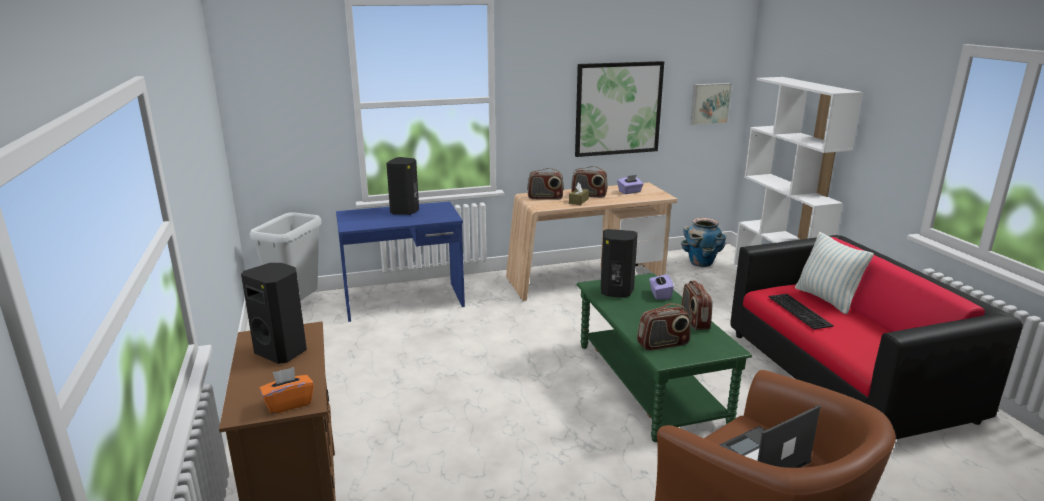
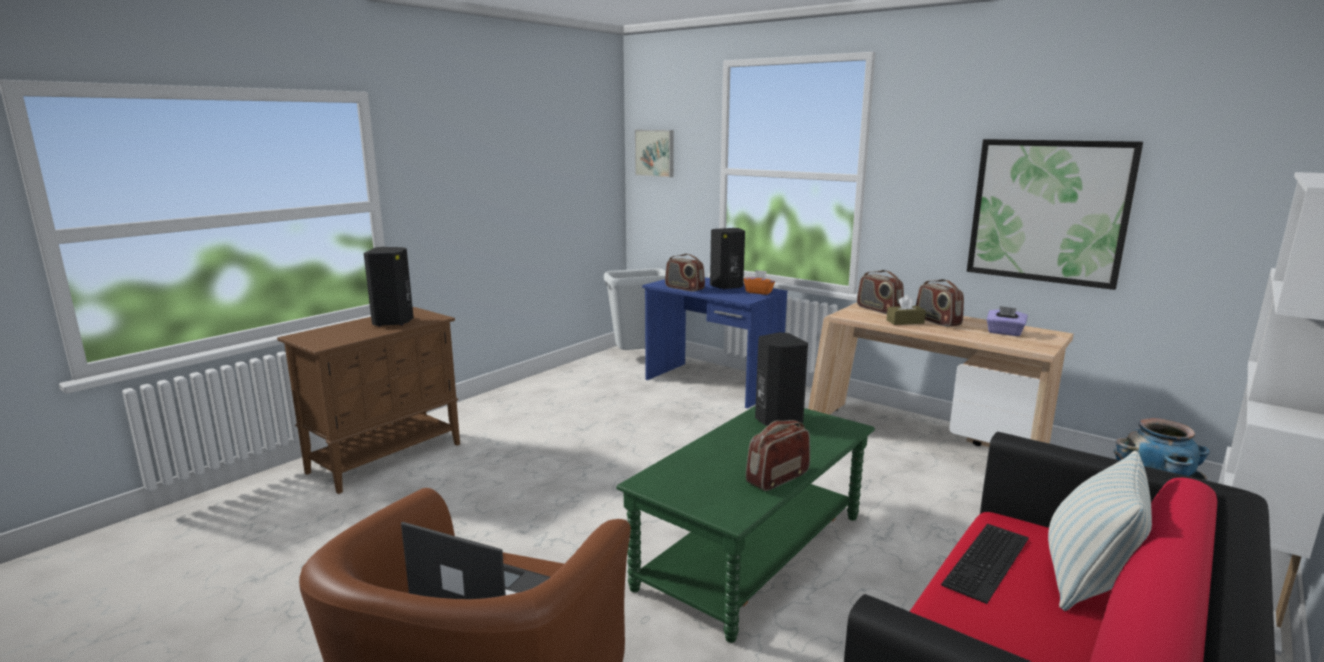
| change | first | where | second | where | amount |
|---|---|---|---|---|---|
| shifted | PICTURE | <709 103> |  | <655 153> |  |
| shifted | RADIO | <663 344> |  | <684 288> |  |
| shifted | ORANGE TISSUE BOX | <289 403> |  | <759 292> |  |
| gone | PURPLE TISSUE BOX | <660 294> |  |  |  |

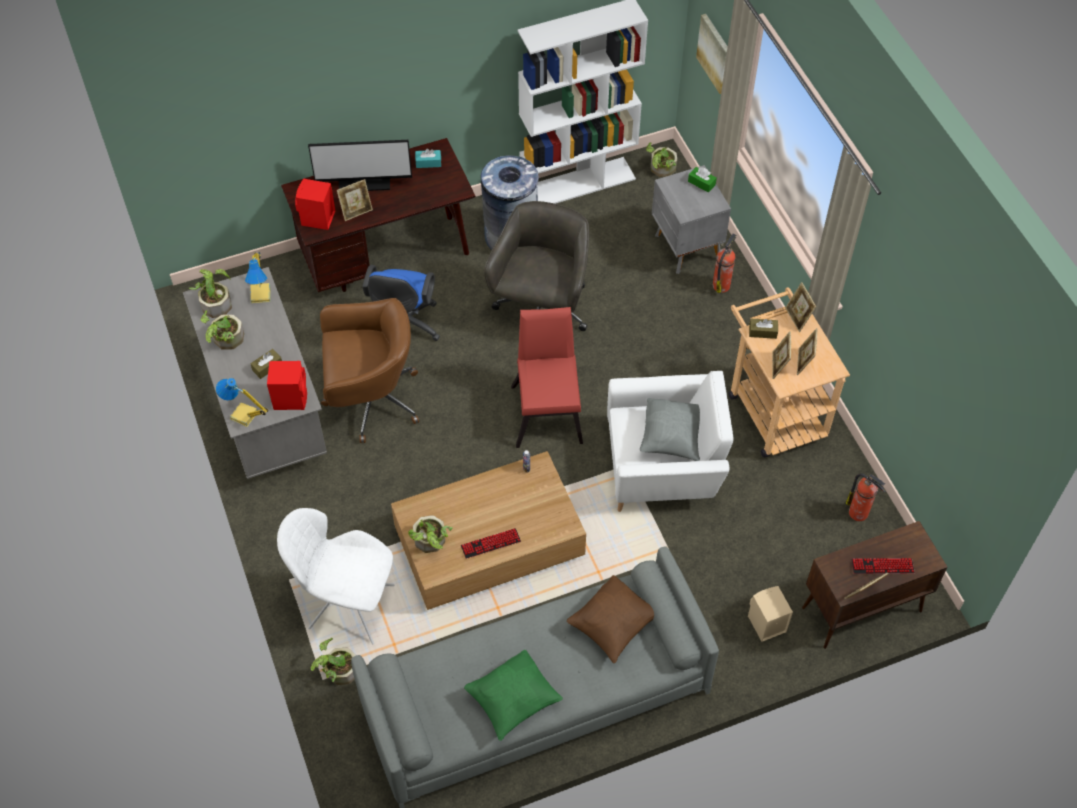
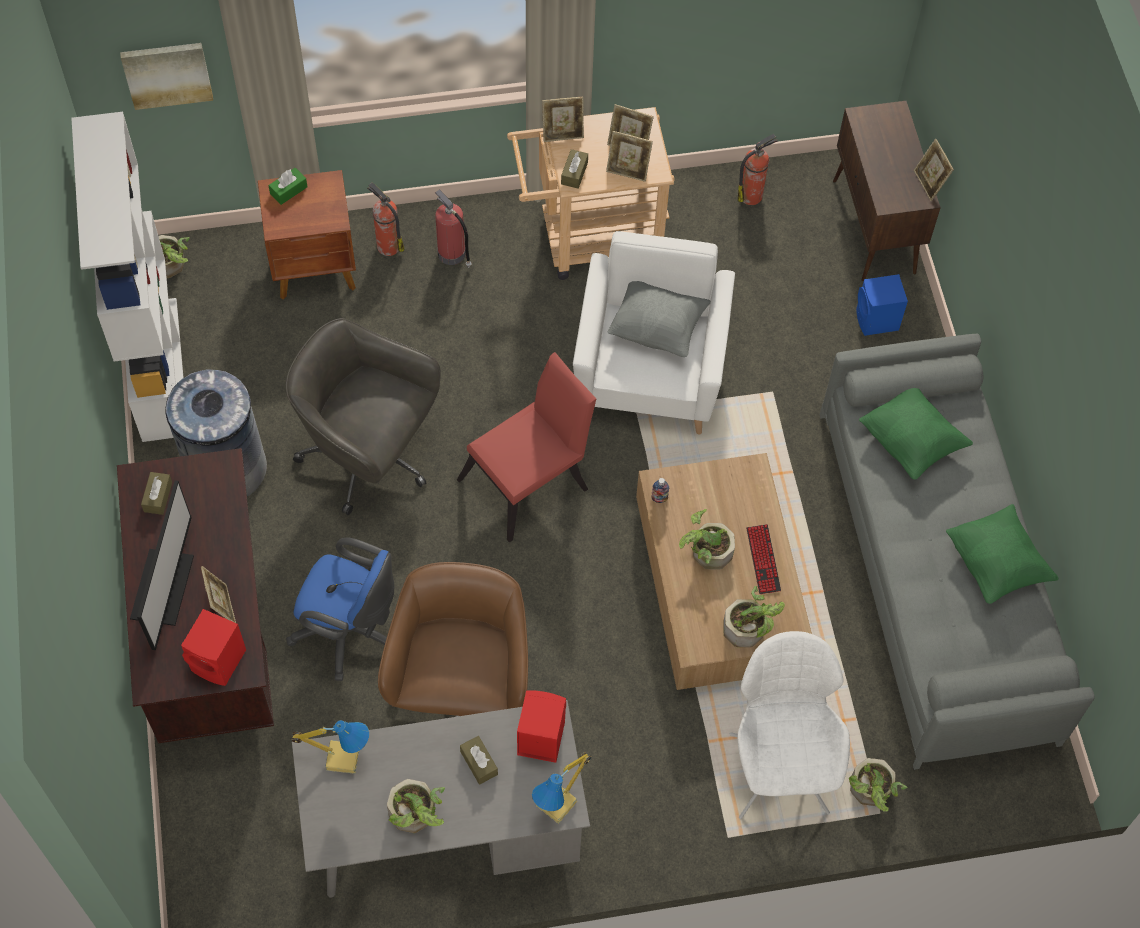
| change | first | where | second | where | amount |
|---|---|---|---|---|---|
| repainted | TURQUOISE TISSUE BOX | <428 162> | BROWN TISSUE BOX | <158 497> |  |
| repainted | GREY NIGHTSTAND | <687 248> | BROWN NIGHTSTAND | <316 268> |  |
| new |  |  | FIRE EXTINGUISHER | <452 254> |  |
| rotated | RED CHAIR | <547 409> |  | <530 481> | 135 degrees clockwise |
| shifted | POTTED PLANT | <216 302> |  | <706 552> |  |
| rotated | WHITE CHAIR | <348 605> |  | <778 768> | 150 degrees clockwise |
| repainted | BEIGE SPEAKER | <765 624> | BLUE SPEAKER | <877 321> |  |
| repainted | BROWN PILLOW | <612 626> | GREEN PILLOW | <911 442> |  |
| gone | KEYBOARD | <882 566> |  |  |  |

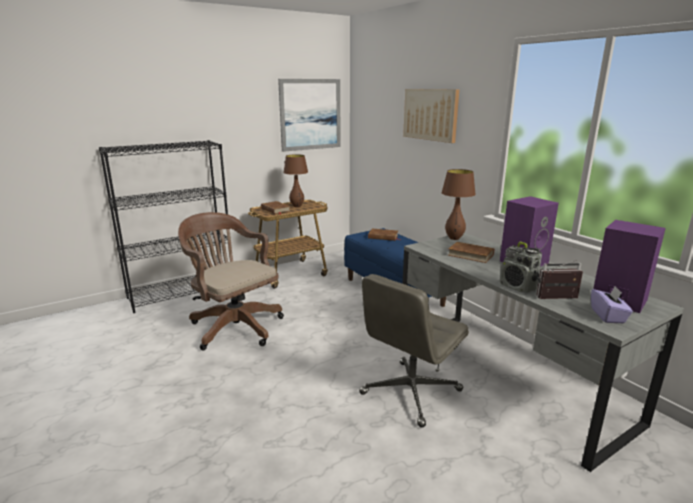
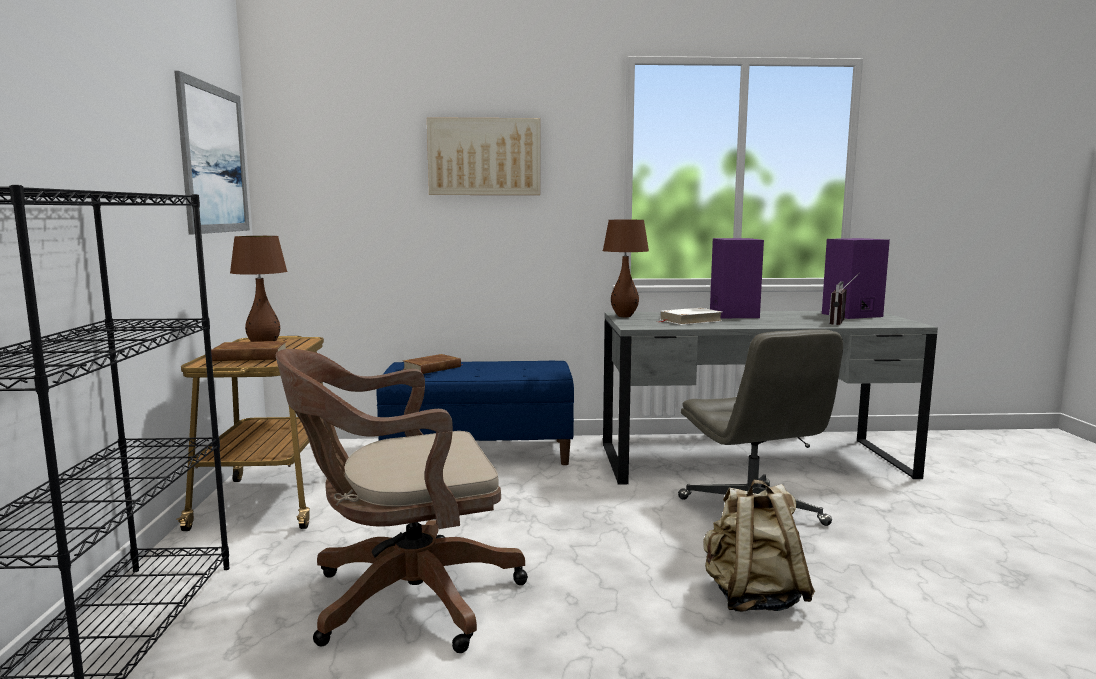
| change | first | where | second | where | amount |
|---|---|---|---|---|---|
| repainted | BROWN BOOK | <470 255> | WHITE BOOK | <690 320> |  |
| new |  |  | BEIGE BACKPACK | <753 598> |  |
| gone | RADIO | <517 287> |  |  |  |
| gone | PURPLE TISSUE BOX | <608 316> |  |  |  |

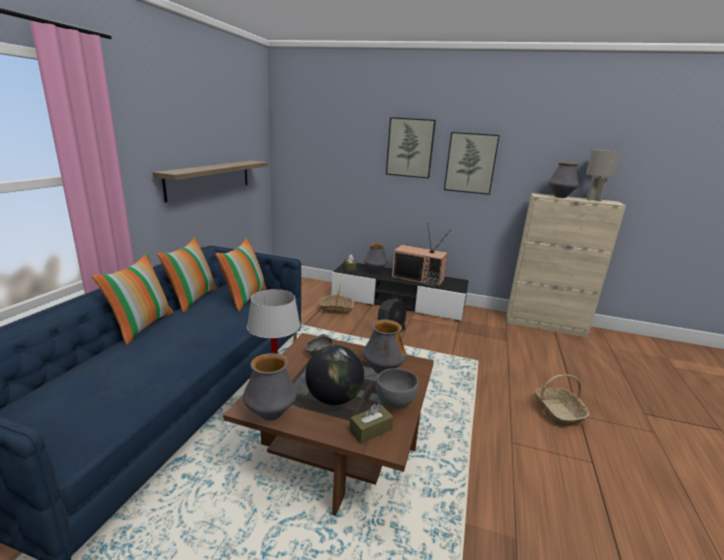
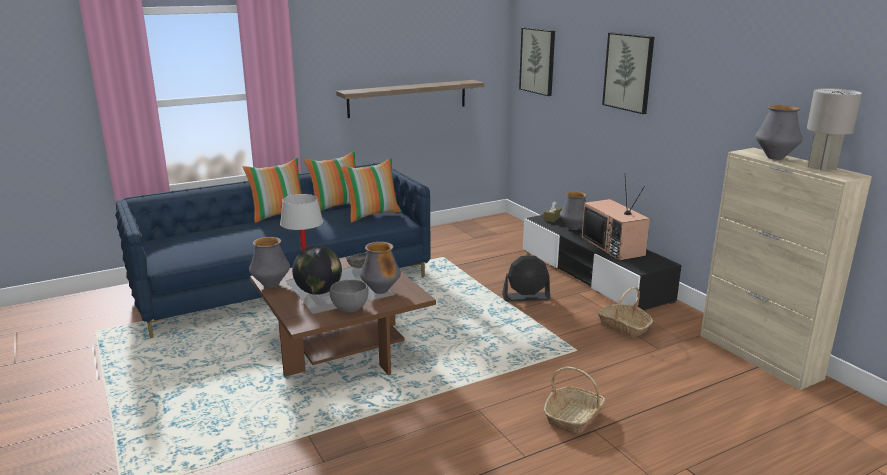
| change | first | where | second | where | amount |
|---|---|---|---|---|---|
| shifted | PICTURE | <470 163> |  | <538 61> |  |
| shifted | BASKET | <336 309> |  | <624 327> |  |
| gone | BROWN TISSUE BOX | <370 430> |  |  |  |

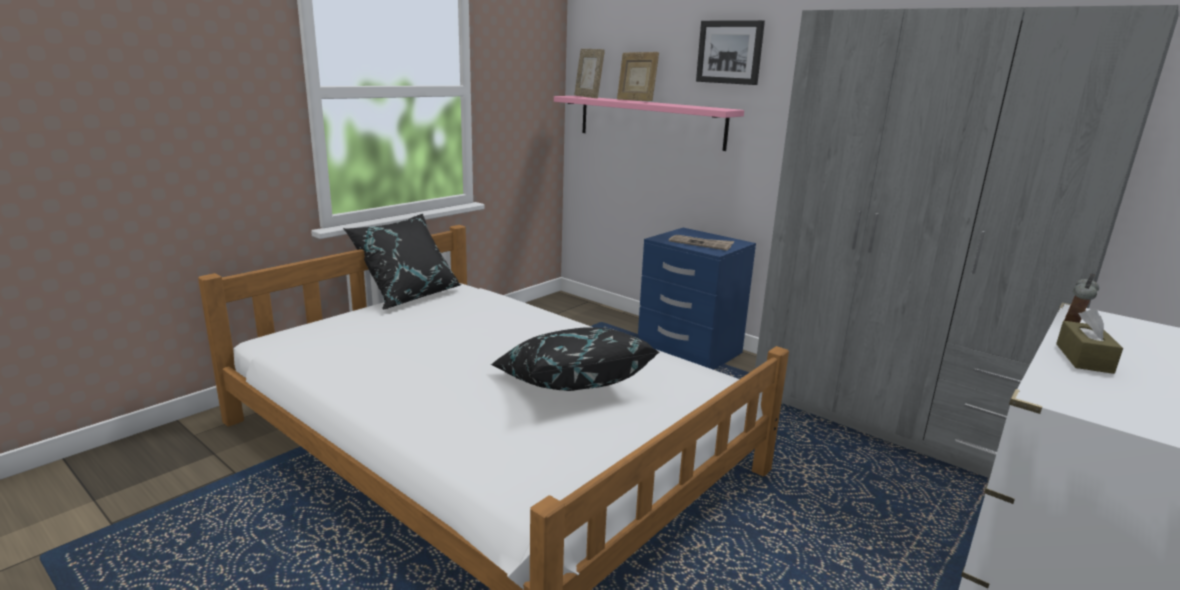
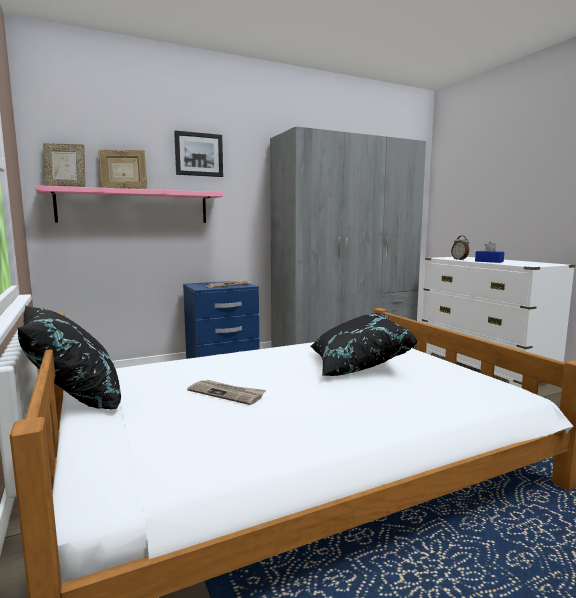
| change | first | where | second | where | amount |
|---|---|---|---|---|---|
| new |  |  | NEWSPAPER | <227 393> |  |
| repainted | BROWN TISSUE BOX | <1083 358> | BLUE TISSUE BOX | <489 261> |  |

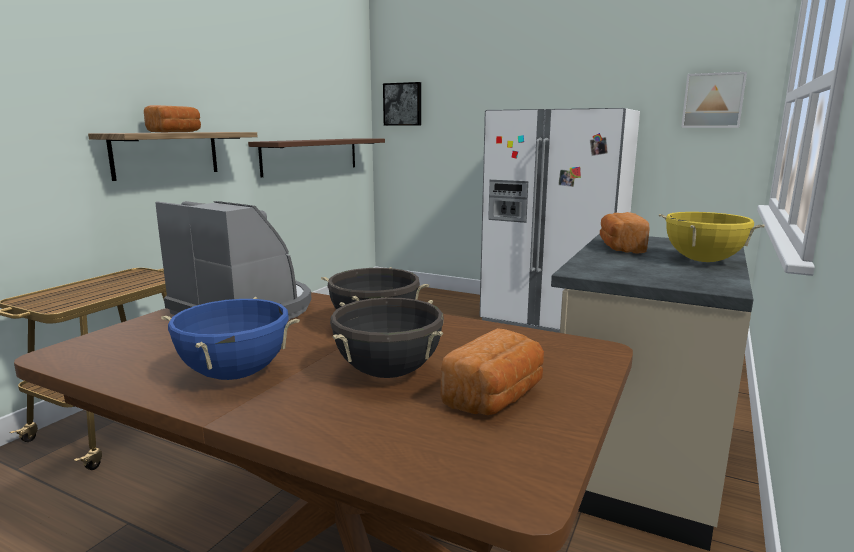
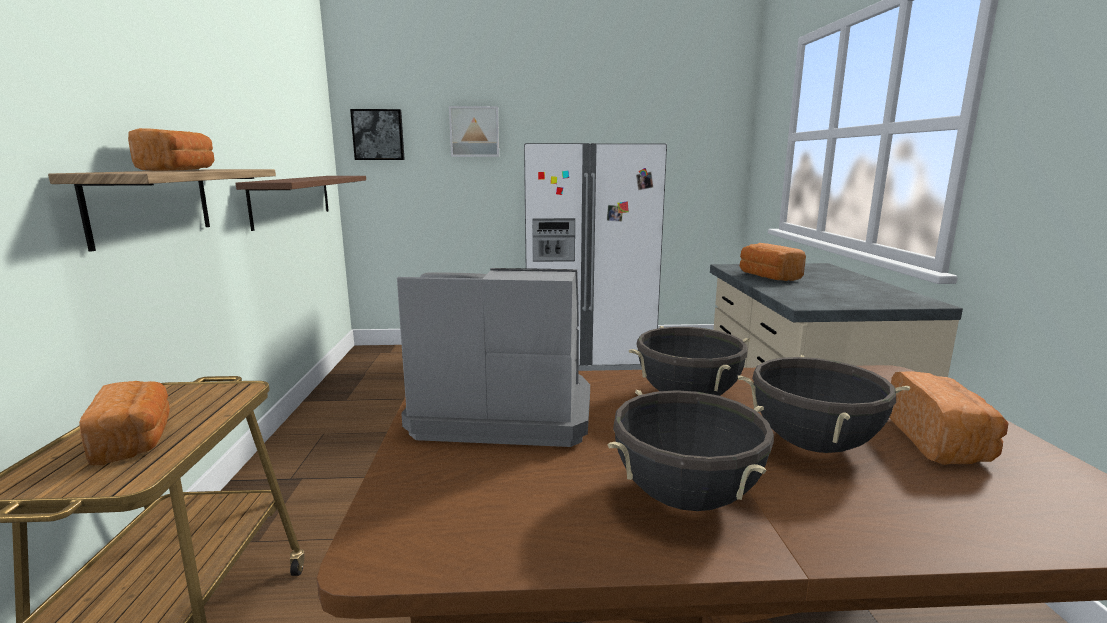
| change | first | where | second | where | amount |
|---|---|---|---|---|---|
| new |  |  | BREAD | <136 441> |  |
| shifted | PICTURE | <713 100> |  | <474 132> |  |
| repainted | BLUE COOKING POT | <235 374> | BLACK COOKING POT | <685 497> |  |
| gone | YELLOW COOKING POT | <703 261> |  |  |  |

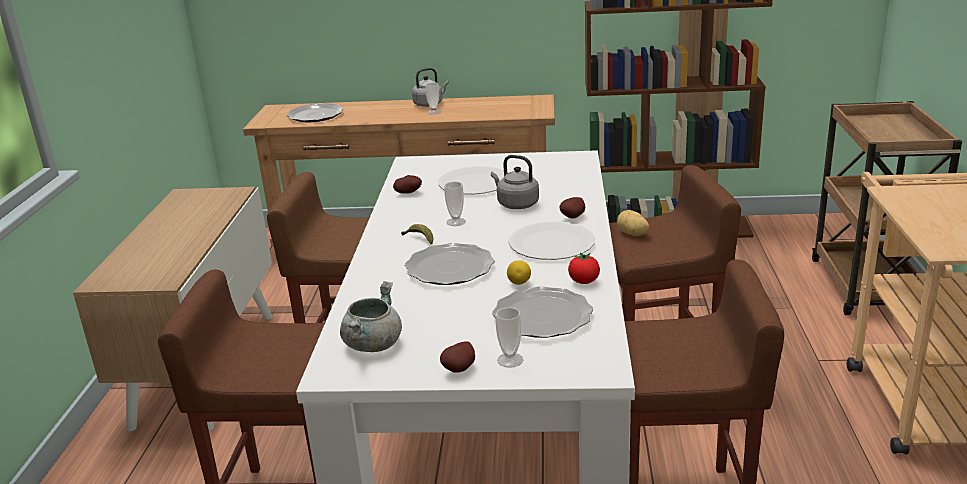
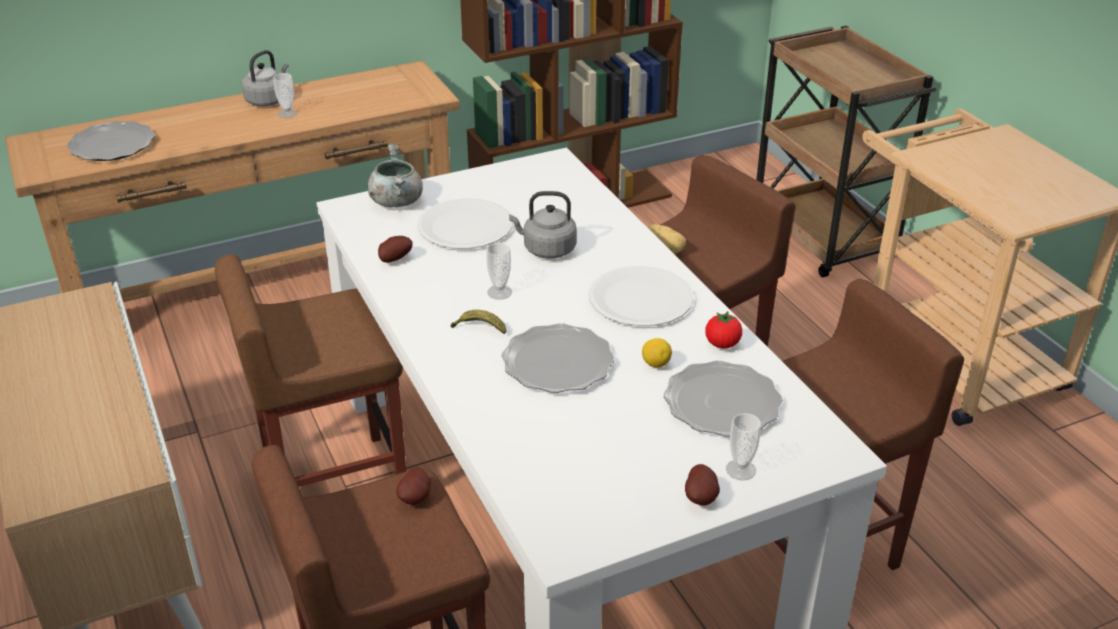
| change | first | where | second | where | amount |
|---|---|---|---|---|---|
| shifted | GREY COOKING POT | <373 344> |  | <396 201> |  |
| shifted | POTATO | <574 217> |  | <416 498> |  |

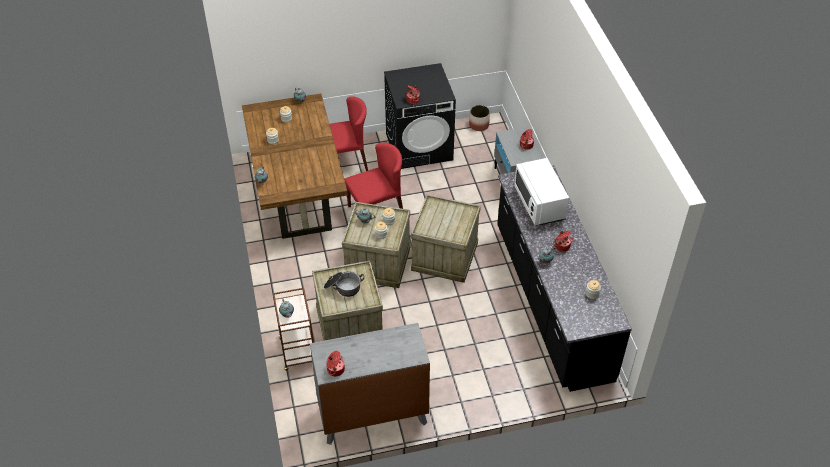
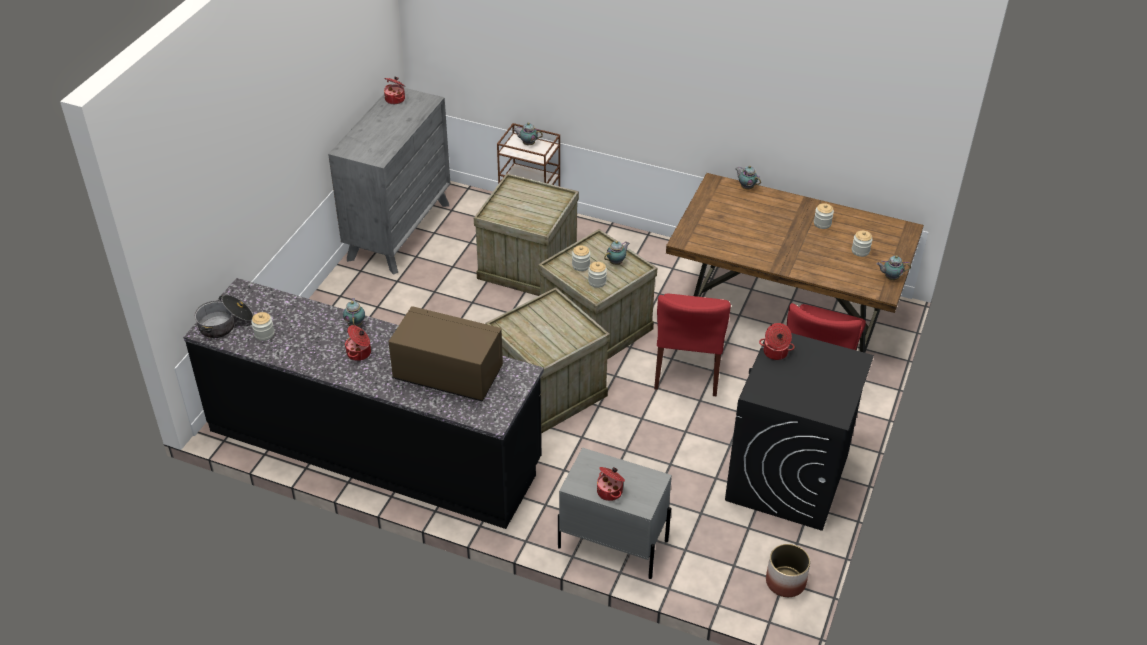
| change | first | where | second | where | amount |
|---|---|---|---|---|---|
| shifted | COOKING POT | <343 287> |  | <225 324> |  |
| repainted | WHITE MICROWAVE | <539 204> | BROWN MICROWAVE | <447 375> |  |

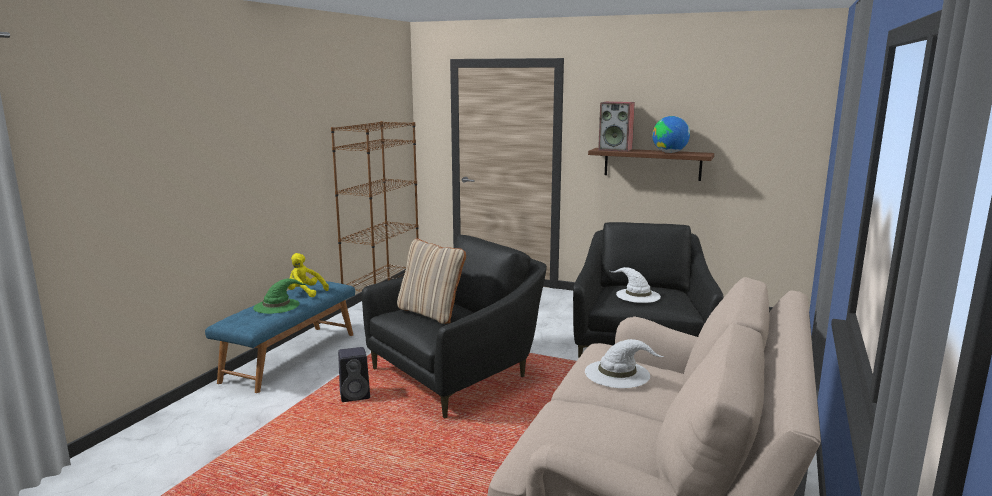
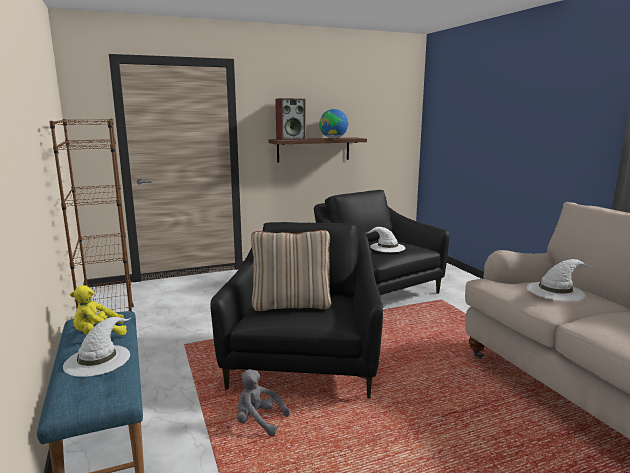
| change | first | where | second | where | amount |
|---|---|---|---|---|---|
| repainted | GREEN HAT | <277 305> | WHITE HAT | <98 359> |  |
| swapped | BLACK SPEAKER | <356 395> | GREY PLUSH TOY | <258 421> |  |

